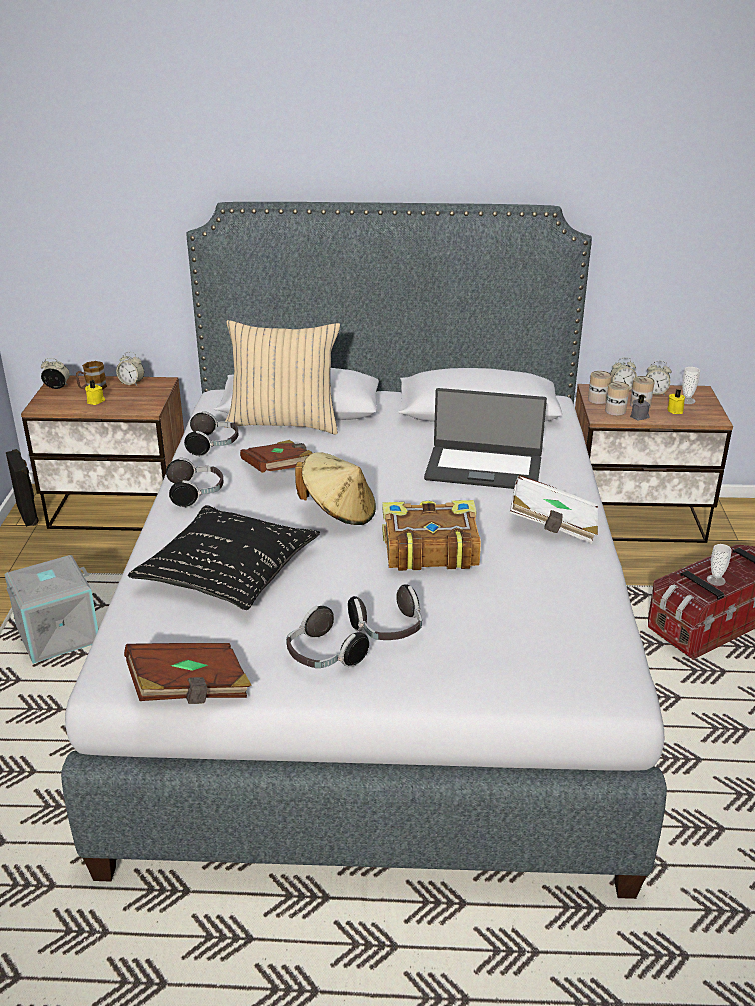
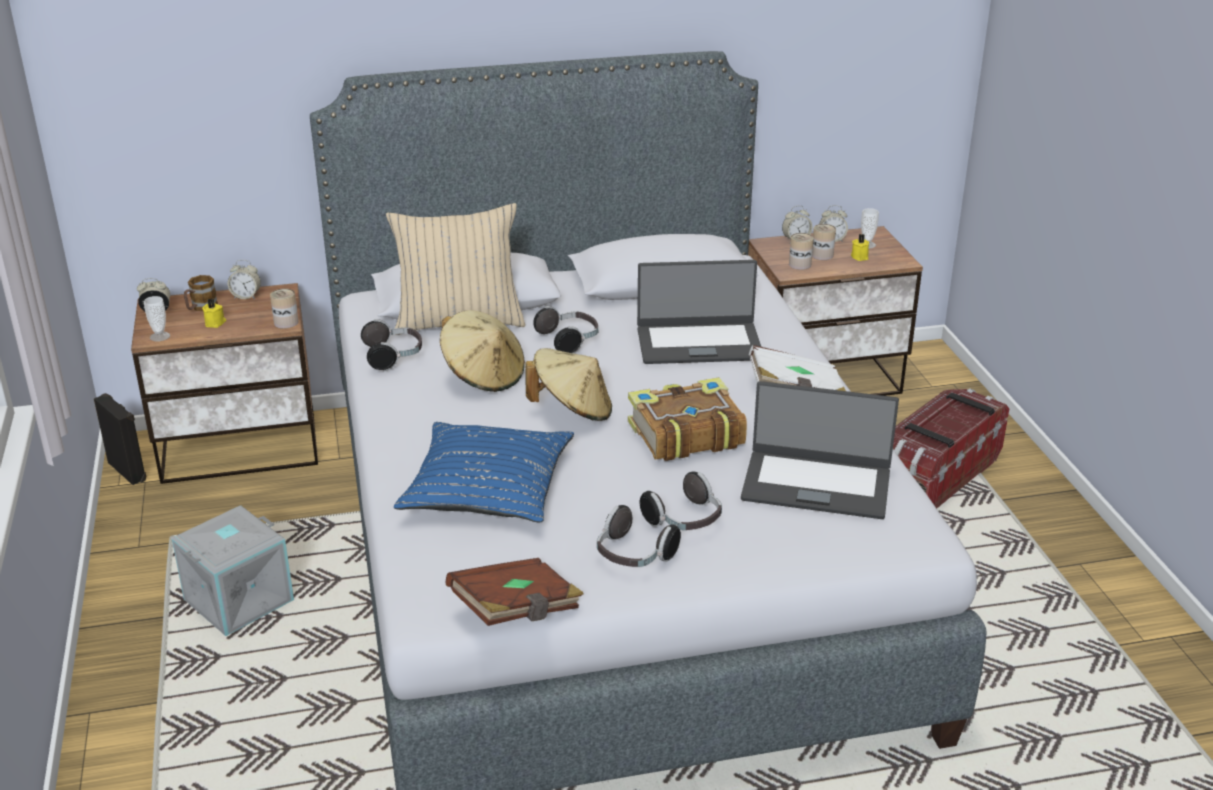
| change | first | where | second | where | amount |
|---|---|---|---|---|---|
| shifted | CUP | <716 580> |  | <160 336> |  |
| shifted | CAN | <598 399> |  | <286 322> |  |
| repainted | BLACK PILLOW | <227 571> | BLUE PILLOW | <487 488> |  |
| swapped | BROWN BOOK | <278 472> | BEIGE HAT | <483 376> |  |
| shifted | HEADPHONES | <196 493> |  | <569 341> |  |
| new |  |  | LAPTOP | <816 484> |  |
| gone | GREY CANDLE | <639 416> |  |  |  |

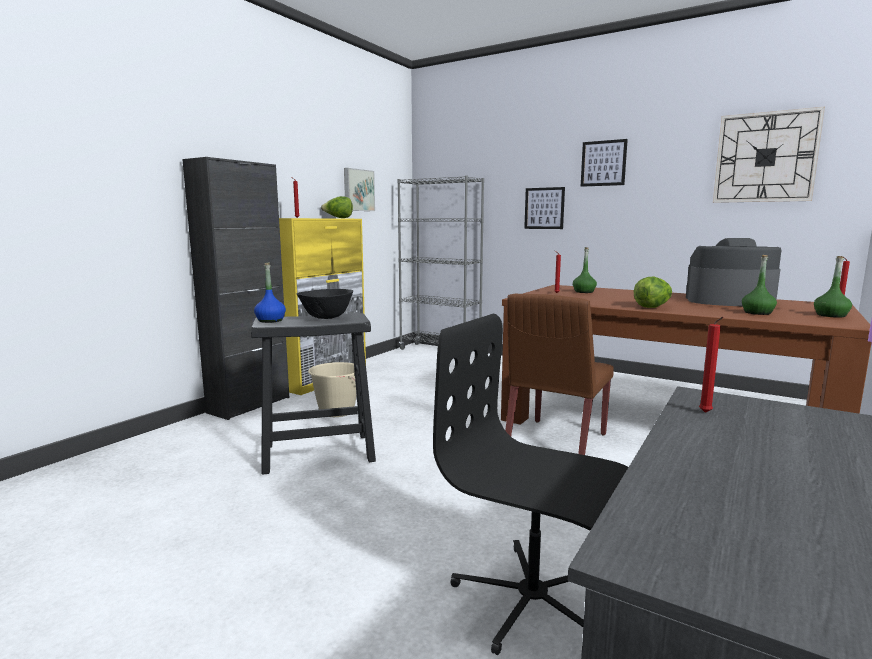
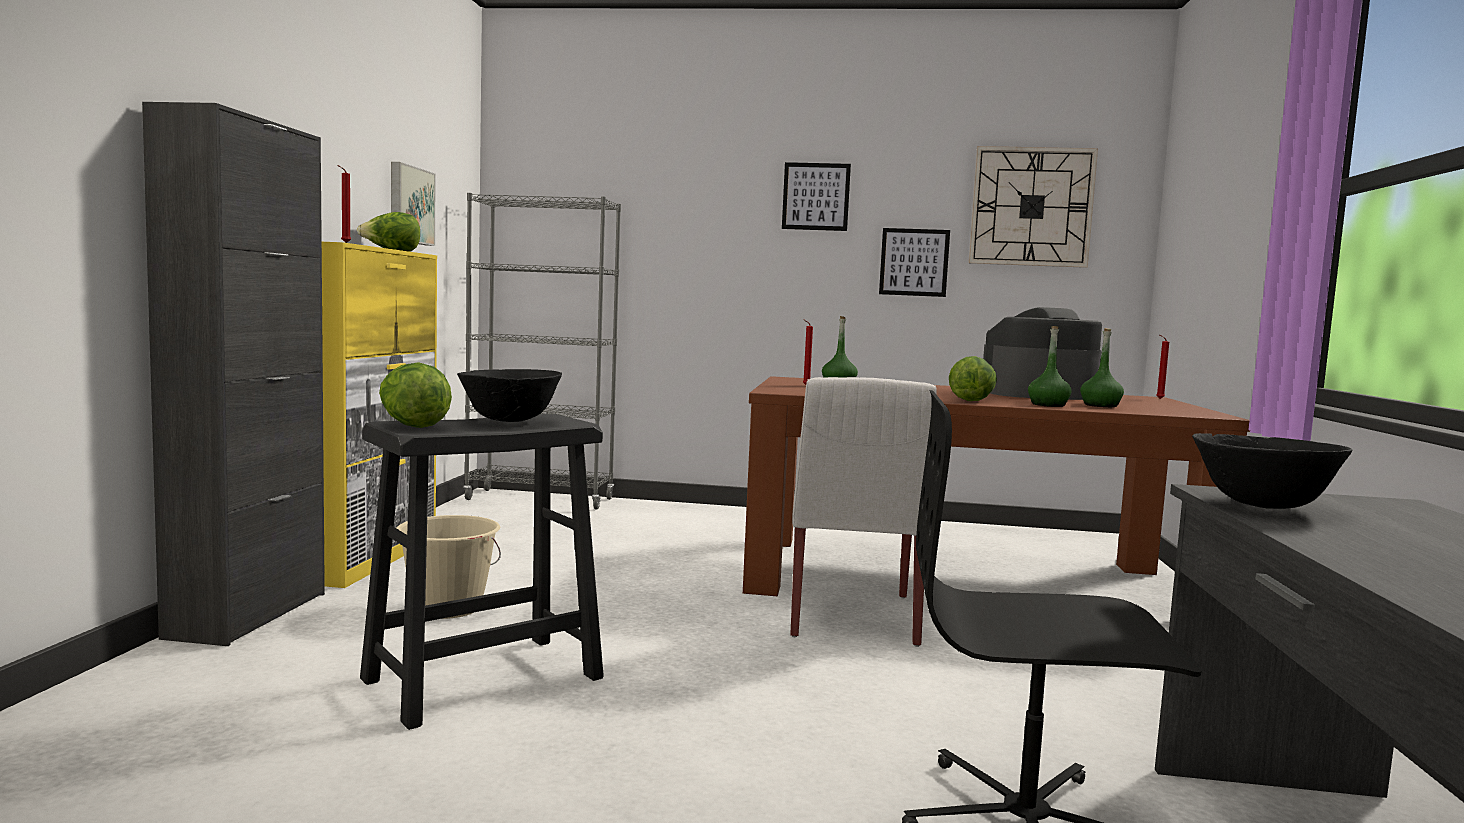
| change | first | where | second | where | amount |
|---|---|---|---|---|---|
| swapped | BLUE BOTTLE | <270 320> | LETTUCE | <412 426> |  |
| repainted | BROWN CHAIR | <555 443> | WHITE CHAIR | <852 616> |  |
| shifted | PICTURE | <544 208> |  | <914 262> |  |
| shifted | GREEN BOTTLE | <830 315> |  | <1048 405> |  |
| swapped | RED CANDLE | <706 413> | BLACK BOWL | <1262 506> |  |

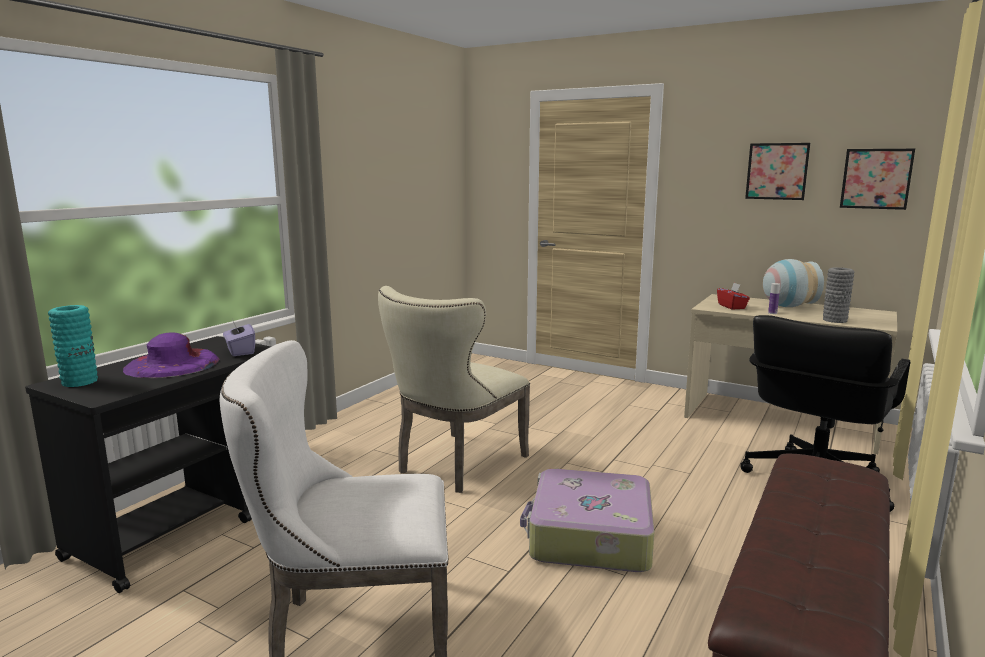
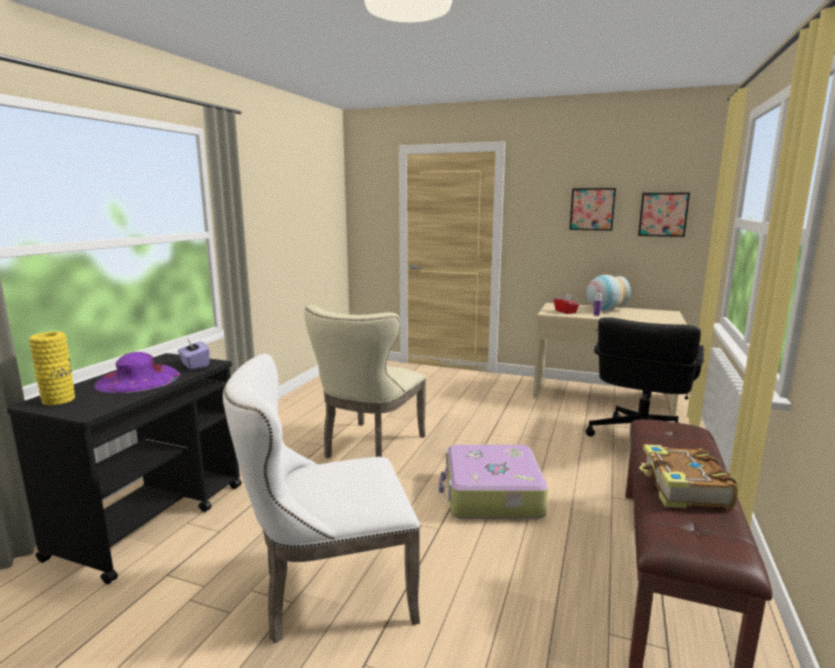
| change | first | where | second | where | amount |
|---|---|---|---|---|---|
| repainted | TURQUOISE VASE | <80 381> | YELLOW VASE | <58 400> |  |
| new |  |  | BOOK | <683 489> |  |
| gone | GREY VASE | <834 320> |  |  |  |

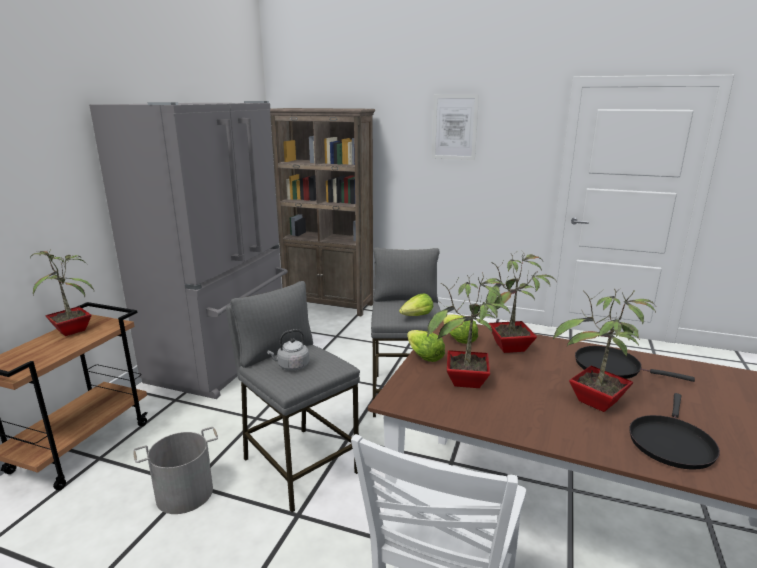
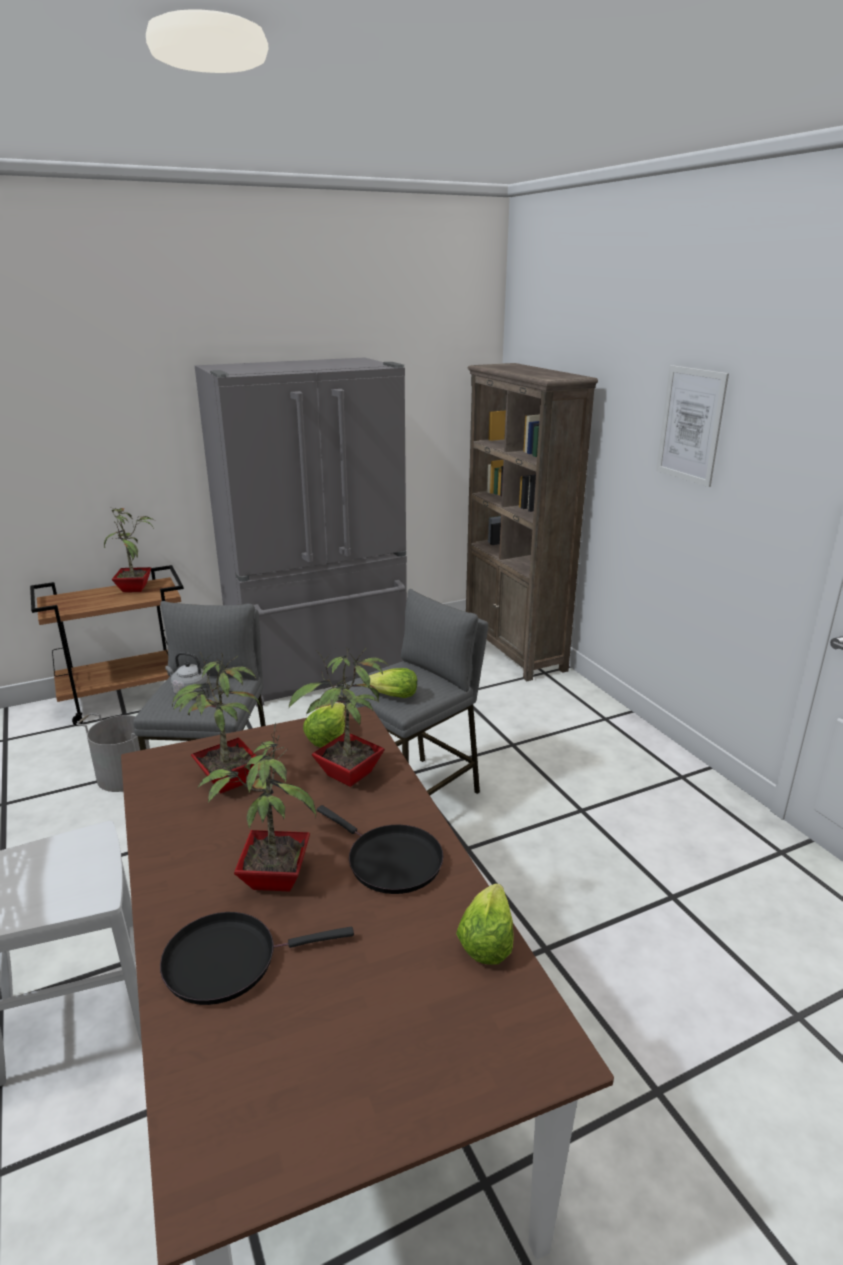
| change | first | where | second | where | amount |
|---|---|---|---|---|---|
| rotated | BLACK FRYING PAN | <612 367> |  | <390 861> | 150 degrees clockwise |
| shifted | LETTUCE | <423 356> |  | <486 940> |  |

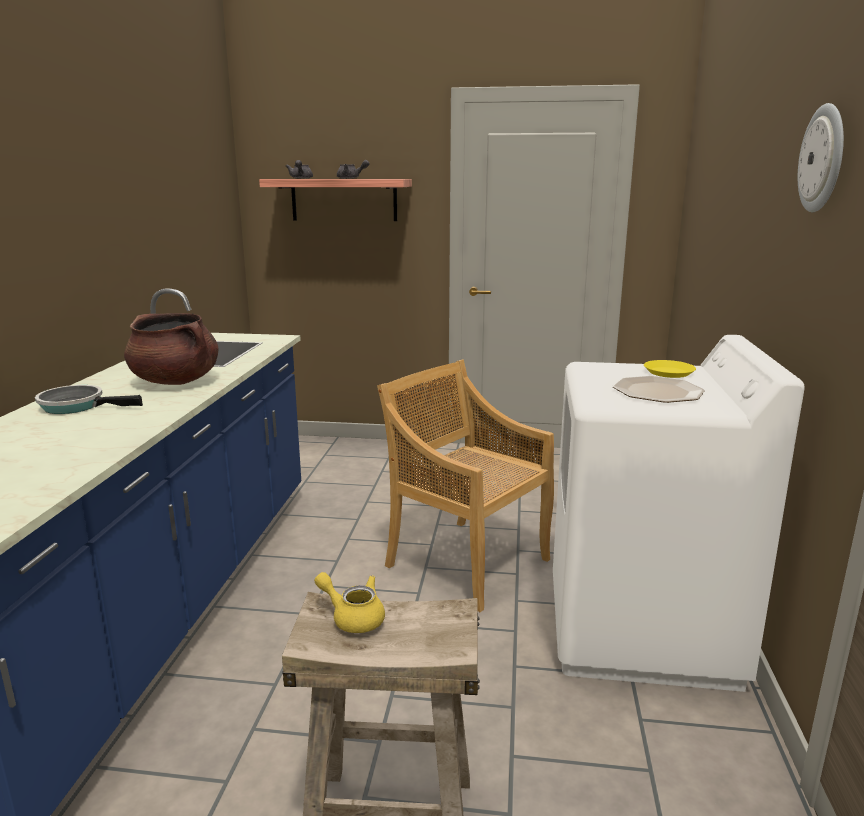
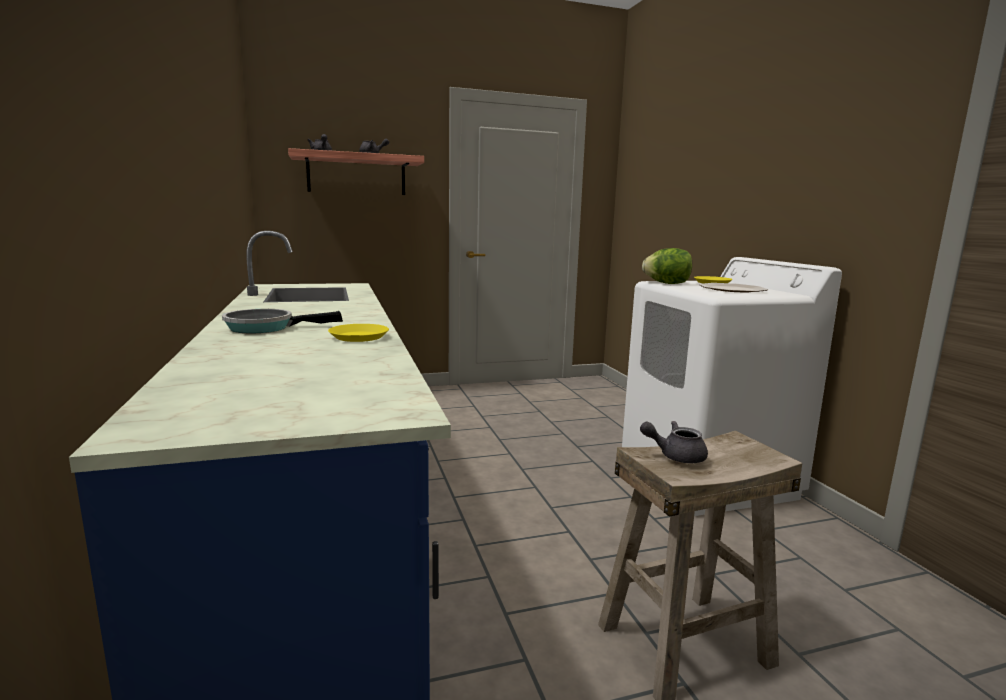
| change | first | where | second | where | amount |
|---|---|---|---|---|---|
| new |  |  | YELLOW PLATE | <358 337> |  |
| repainted | YELLOW TEAPOT | <353 617> | GREY TEAPOT | <675 456> |  |
| new |  |  | LETTUCE | <667 283> |  |
| gone | BROWN COOKING POT | <176 381> |  |  |  |
| gone | BEIGE CHAIR | <466 561> |  |  |  |
| gone | WALL CLOCK | <823 159> |  |  |  |

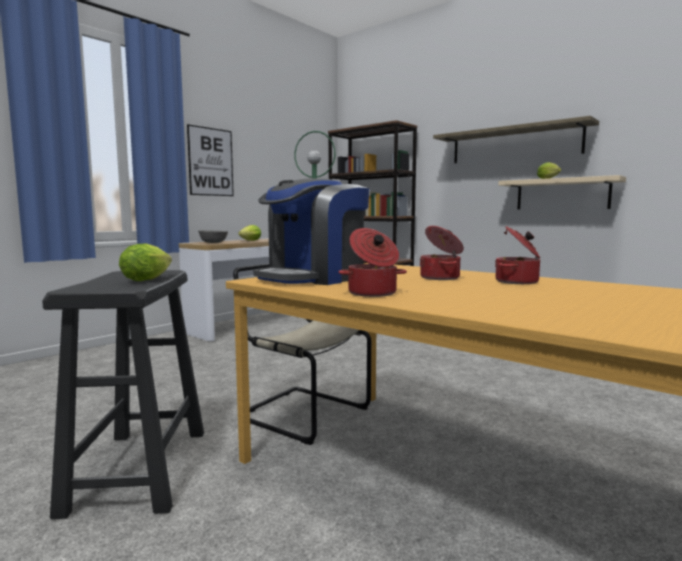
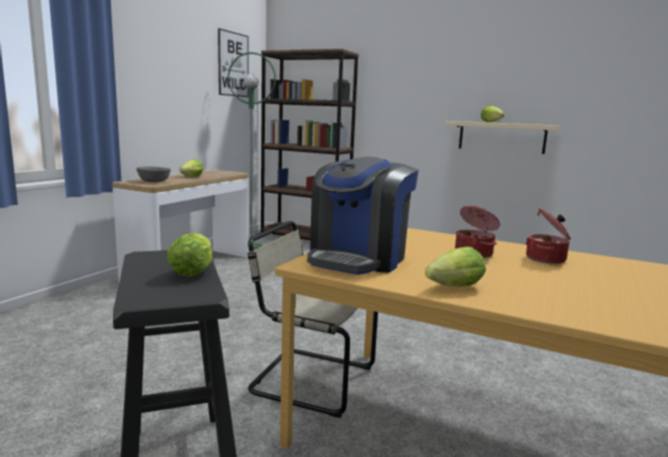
| change | first | where | second | where | amount |
|---|---|---|---|---|---|
| shifted | PICTURE | <211 162> |  | <233 64> |  |
| swapped | COOKING POT | <372 293> | LETTUCE | <452 288> |  |
| gone | SHELF | <514 144> |  |  |  |

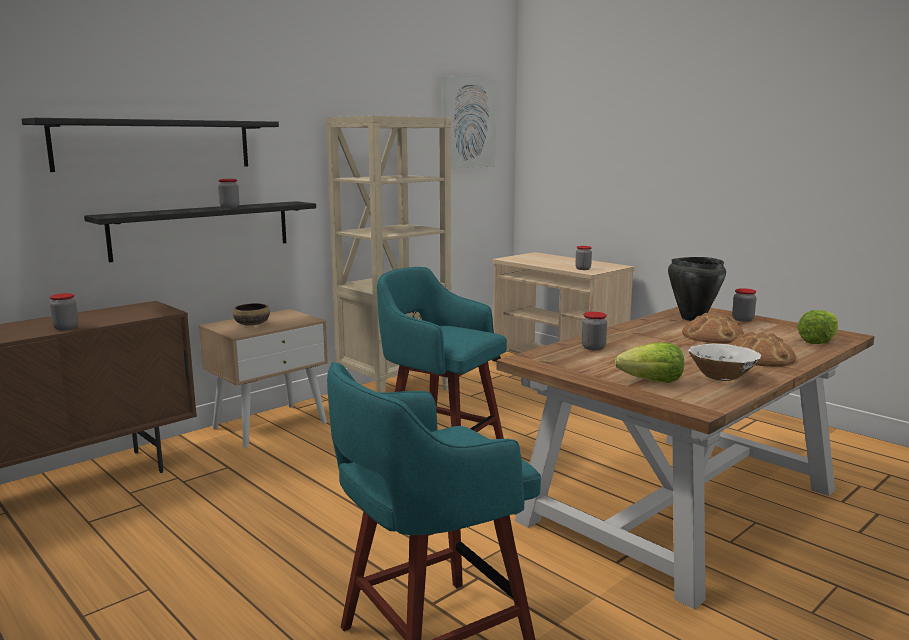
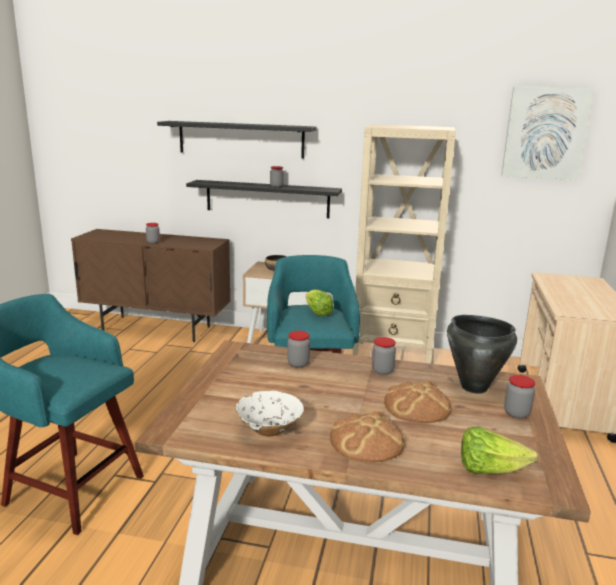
| change | first | where | second | where | amount |
|---|---|---|---|---|---|
| shifted | LETTUCE | <652 382> |  | <317 313> |  |
| shifted | JAR | <583 269> |  | <382 370> |  |

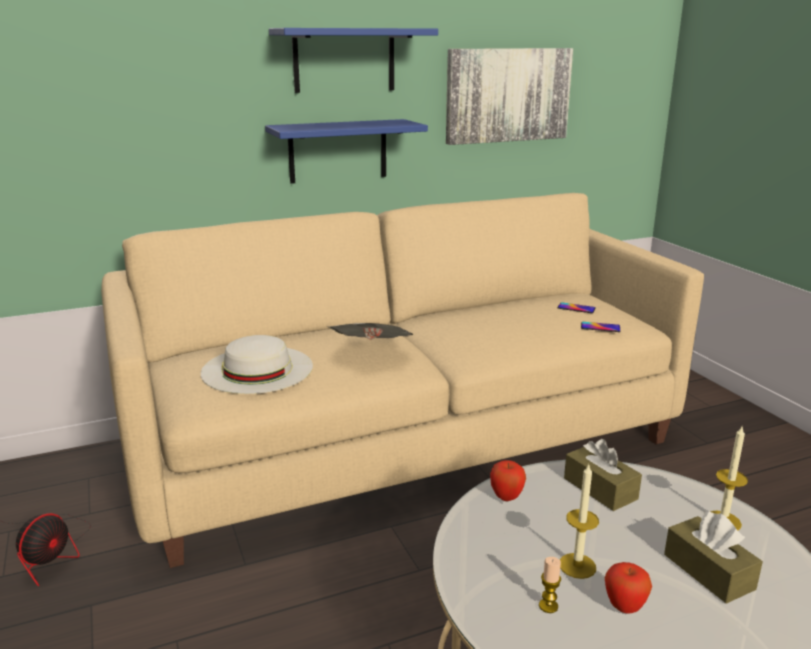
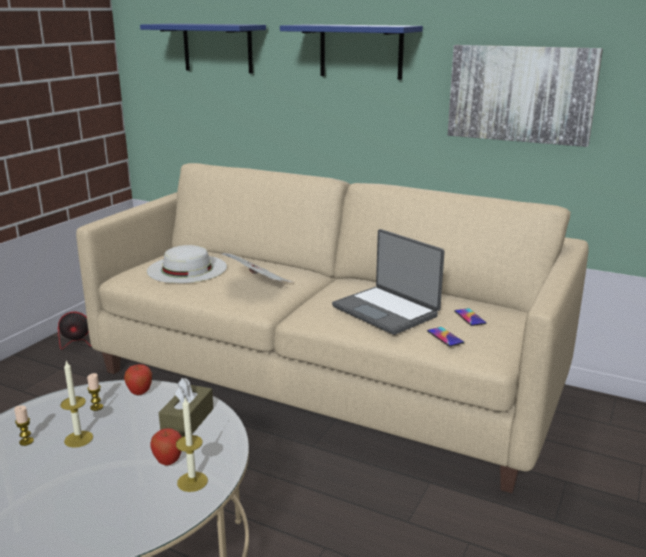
| change | first | where | second | where | amount |
|---|---|---|---|---|---|
| new |  |  | CANDLE | <96 407> |  |
| shifted | BLUE SHELF | <338 151> |  | <217 48> |  |
| shifted | APPLE | <624 607> |  | <168 462> |  |
| new |  |  | LAPTOP | <386 311> |  |
| gone | BROWN TISSUE BOX | <708 571> |  |  |  |

